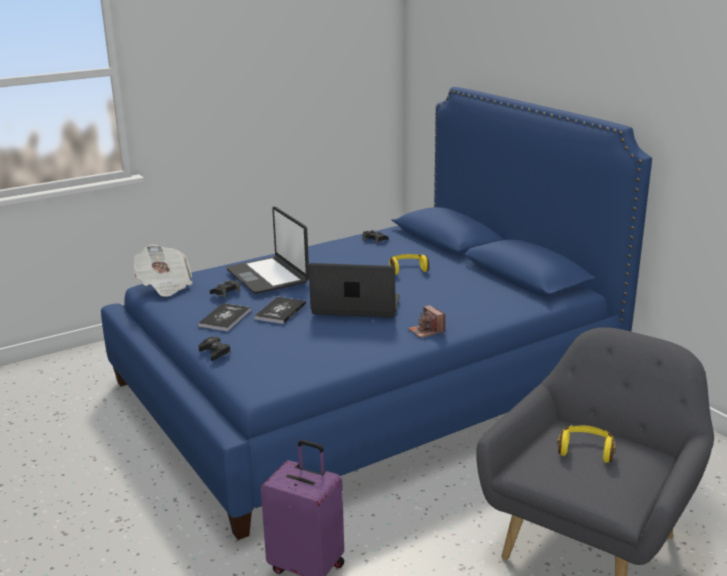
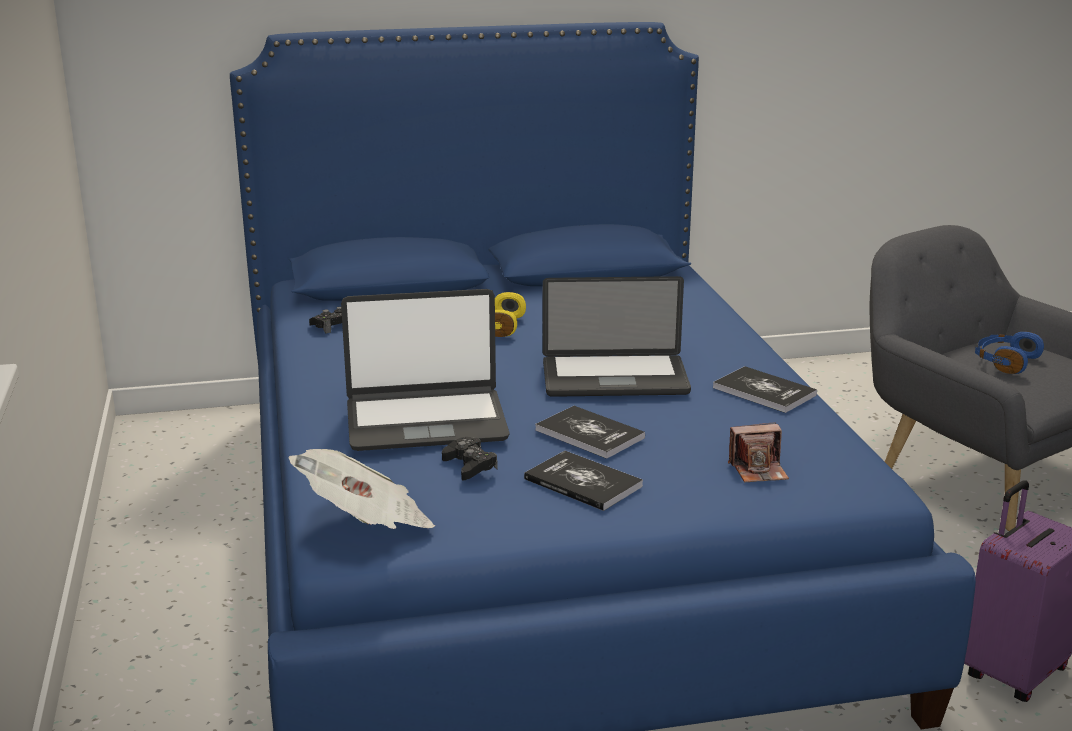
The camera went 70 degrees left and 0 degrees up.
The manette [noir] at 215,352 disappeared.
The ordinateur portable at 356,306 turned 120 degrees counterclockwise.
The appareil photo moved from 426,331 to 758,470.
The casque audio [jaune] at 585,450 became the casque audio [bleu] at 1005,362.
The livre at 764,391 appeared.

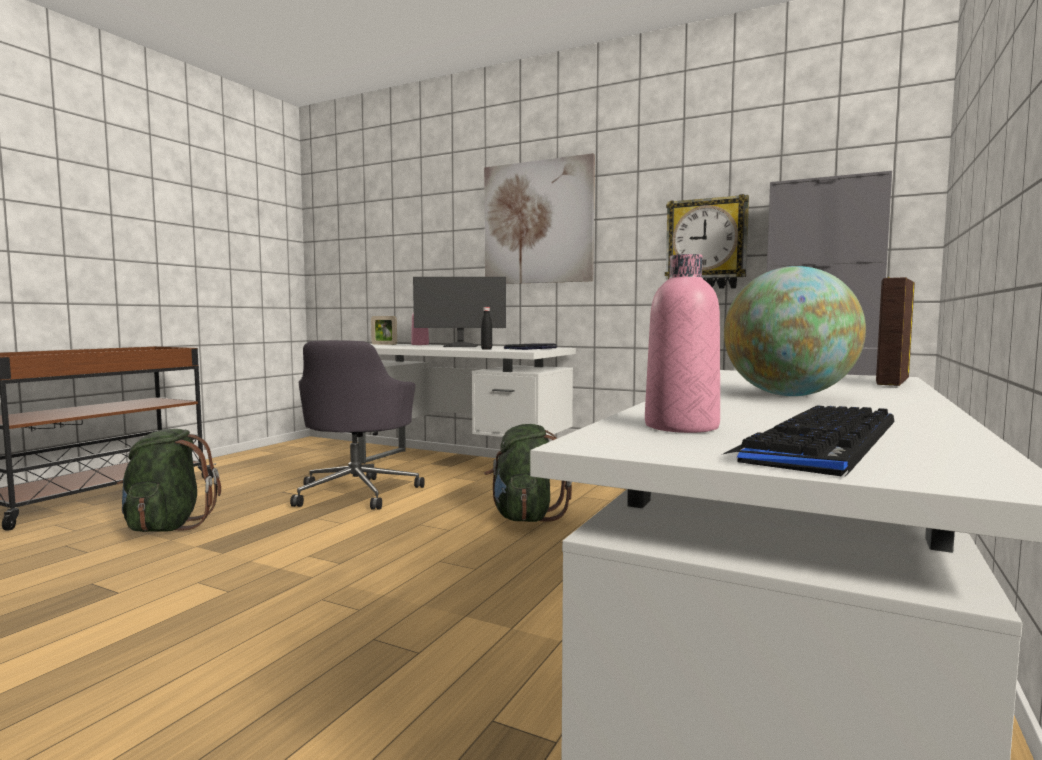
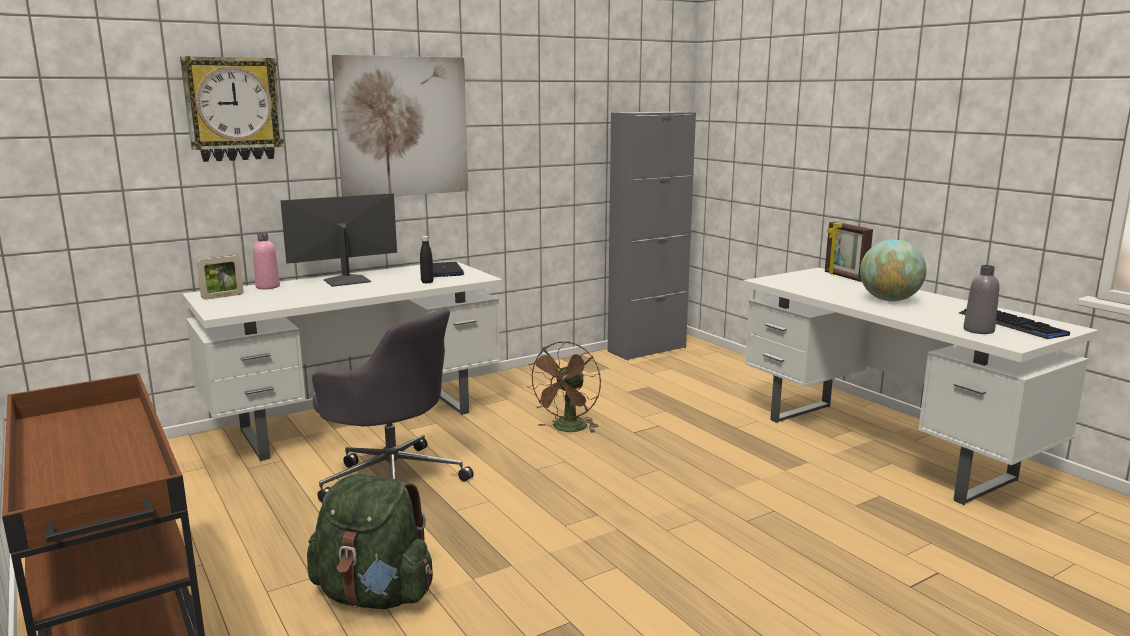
The camera went 60 degrees left and 10 degrees up.
The écran d'ordinateur at 461,346 turned 150 degrees counterclockwise.
The sac à dos [vert] at 524,517 was replaced by the ventilateur [marron] at 567,429.
The bouteille [rose] at 681,427 became the bouteille [gris] at 978,330.
The horloge murale moved from 706,244 to 233,109.

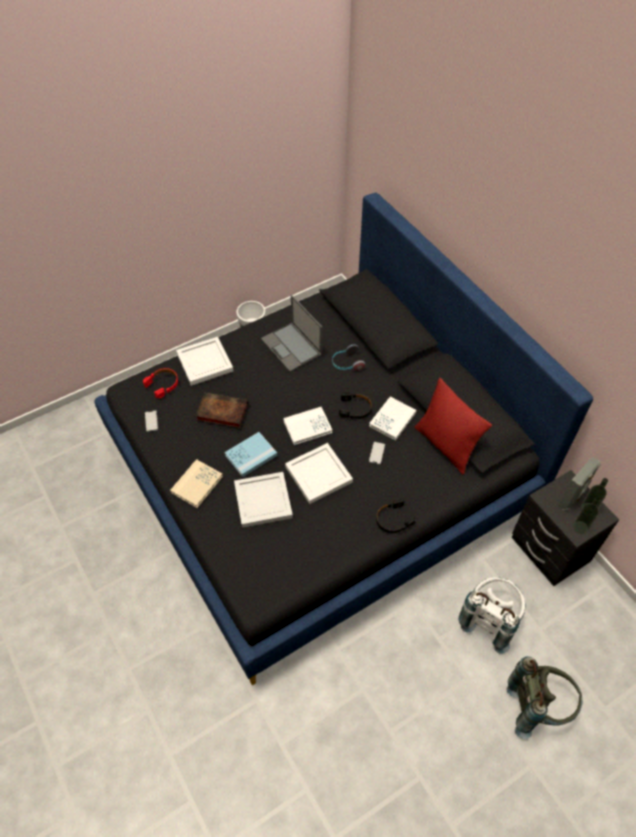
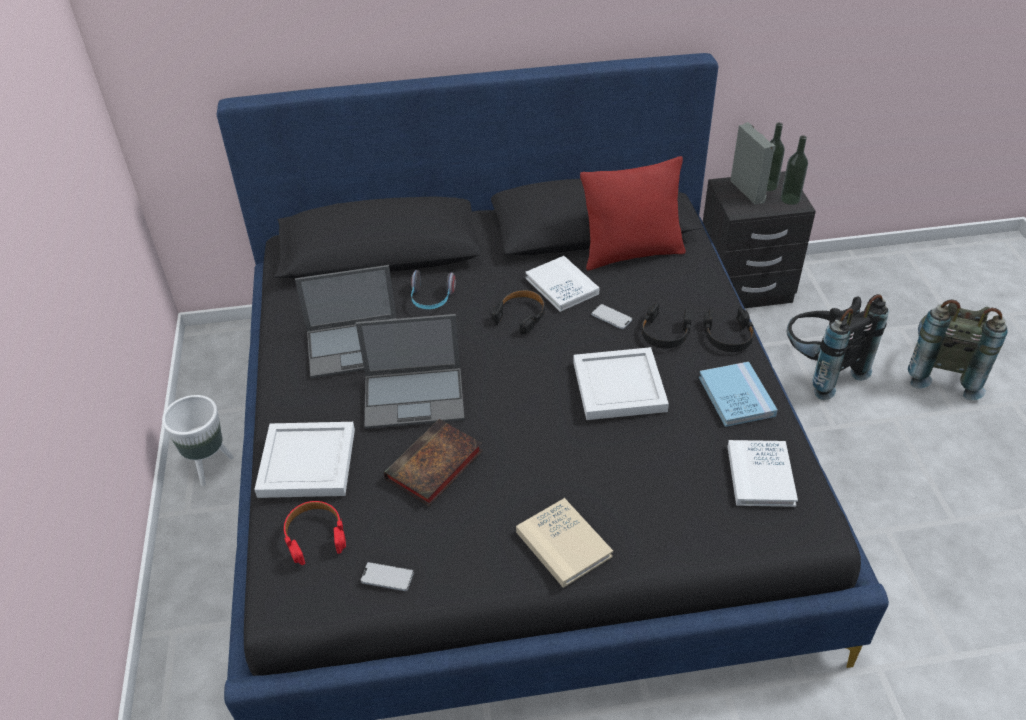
The camera went 65 degrees left and 10 degrees down.
The livre [bleu] moved from 251,455 to 736,396.
The plateau [blanc] at 262,501 disappeared.
The livre [blanc] moved from 307,427 to 760,475.
The sac à dos [blanc] at 489,619 became the sac à dos [noir] at 819,371.
The ordinateur portable at 415,397 appeared.
The casque audio [noir] at 664,333 appeared.

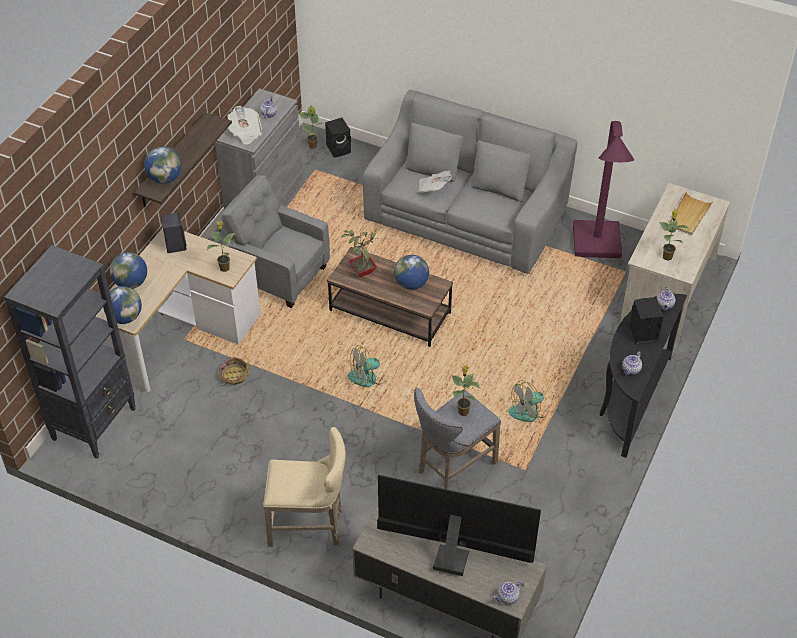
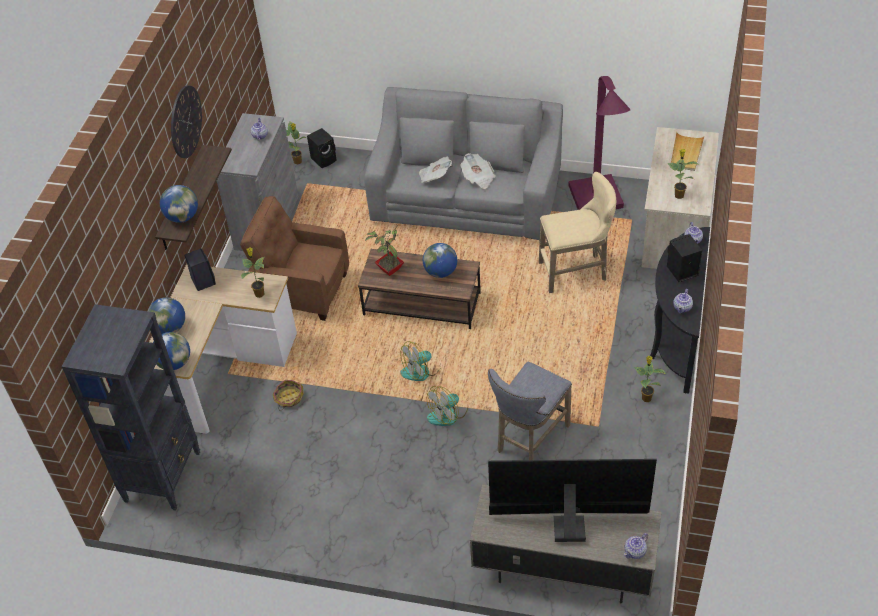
The camera went 10 degrees left and 0 degrees up.
The fauteuil [gris] at 278,274 became the fauteuil [marron] at 302,291.
The journal moved from 245,132 to 478,178.
The tabouret [beige] moved from 310,526 to 576,272.
The plante en pot moved from 463,411 to 646,397.
The ventilateur moved from 529,411 to 448,414.
The horloge murale at 185,121 appeared.

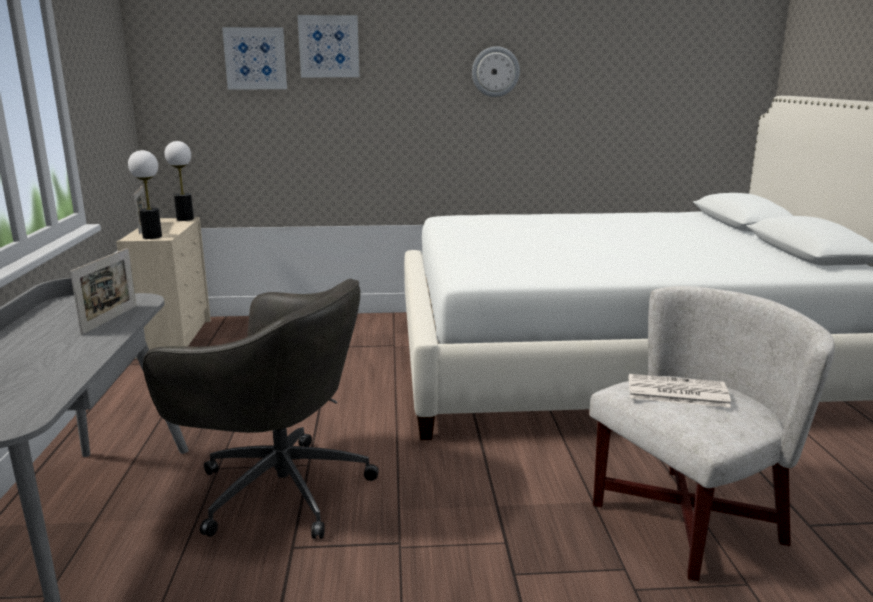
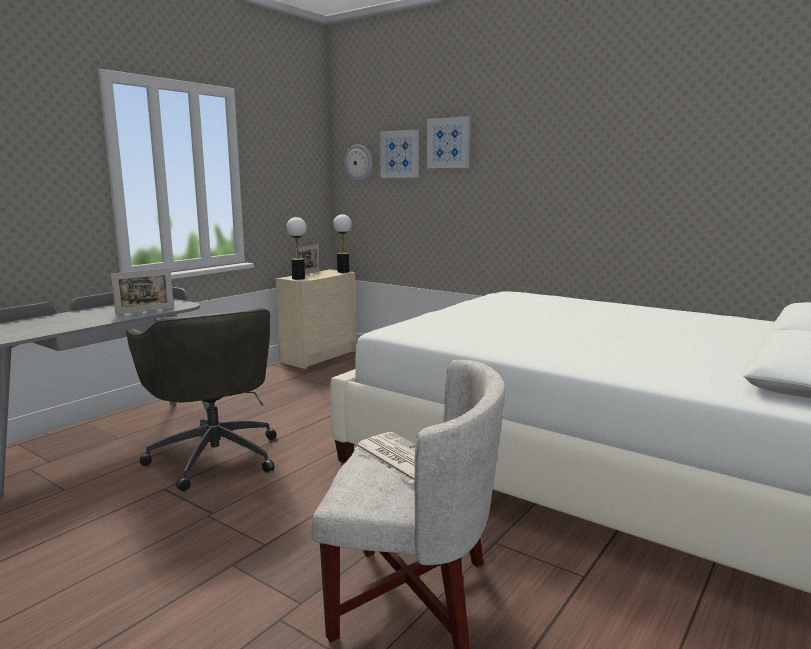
The camera went 40 degrees right and 5 degrees down.
The horloge murale moved from 495,71 to 358,163.

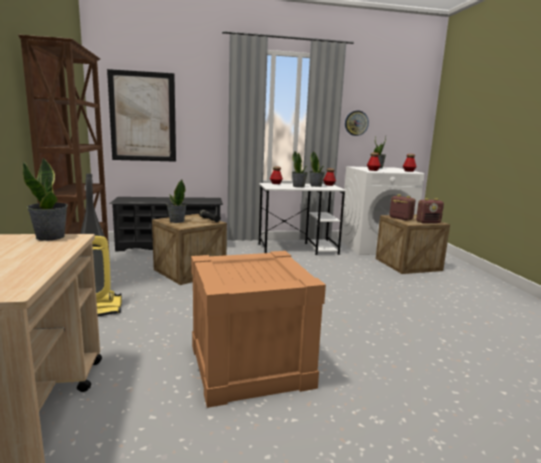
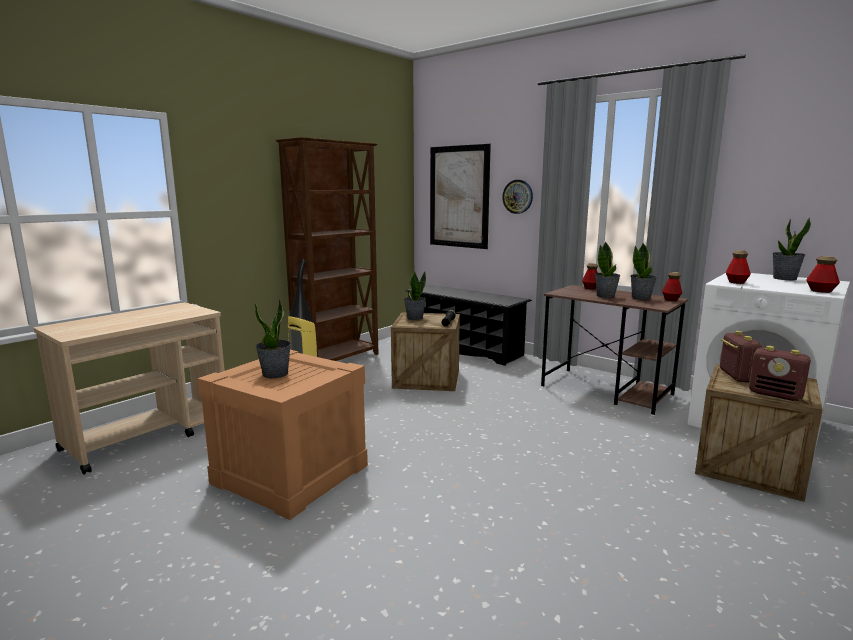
The camera went 50 degrees right and 0 degrees up.
The plante en pot moved from 51,237 to 275,374.
The bureau [blanc] at 298,249 became the bureau [marron] at 607,390.
The horloge murale moved from 356,123 to 518,196.

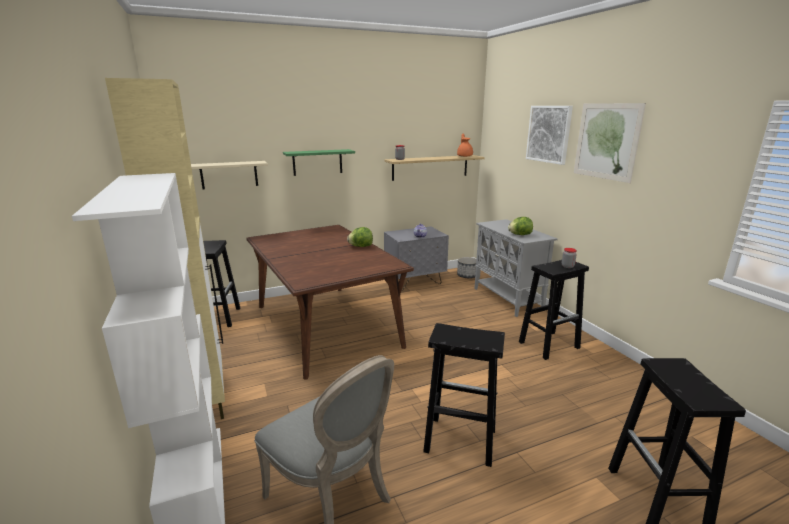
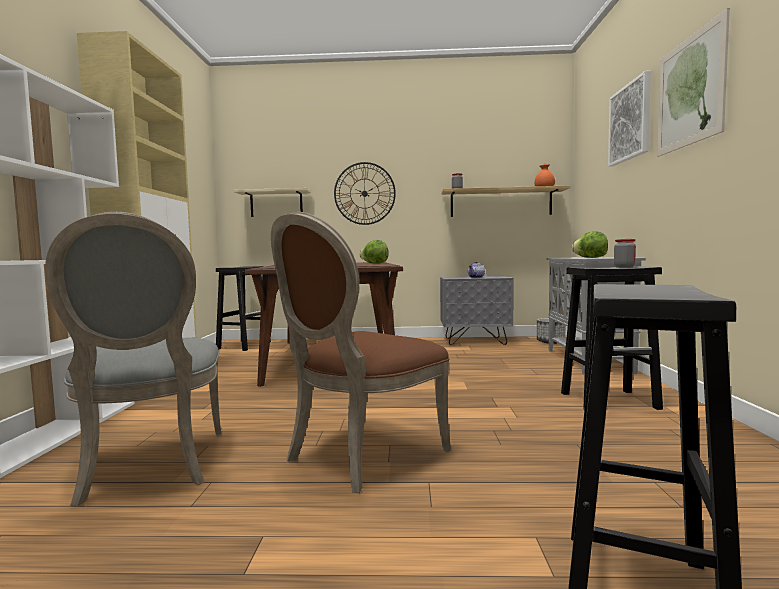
The camera went 25 degrees right and 15 degrees down.
The étagère [vert] at 317,162 was replaced by the horloge murale at 364,193.
The tabouret [noir] at 459,440 was replaced by the chaise [marron] at 360,455.

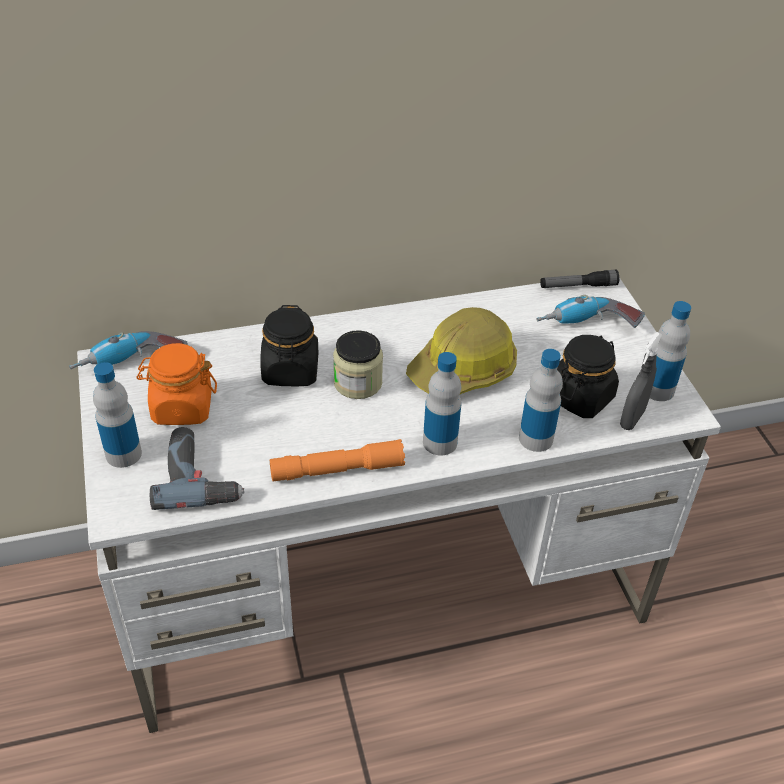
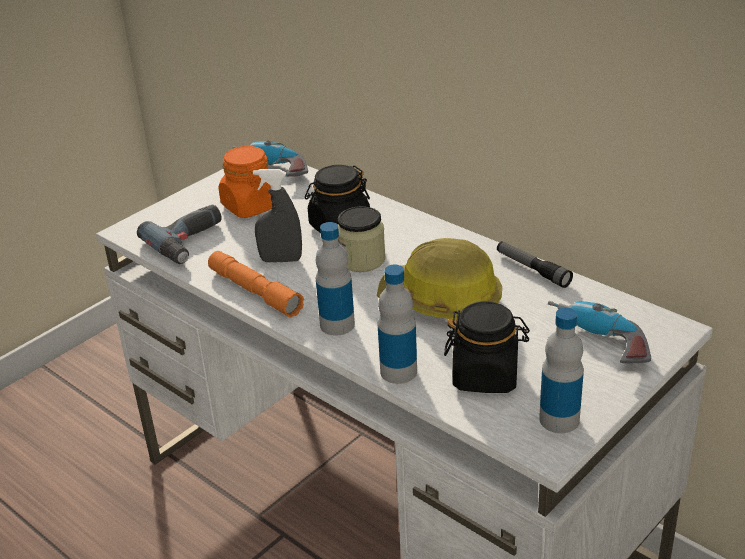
The camera went 60 degrees right and 10 degrees down.
The bouteille at 123,454 disappeared.
The lampe de poche moved from 578,286 to 532,269.
The vaporisateur [gris] moved from 632,419 to 281,260.

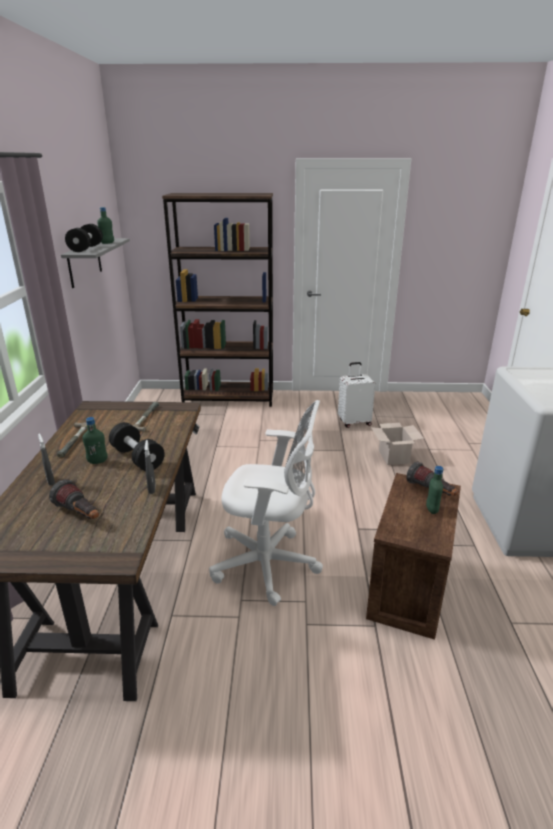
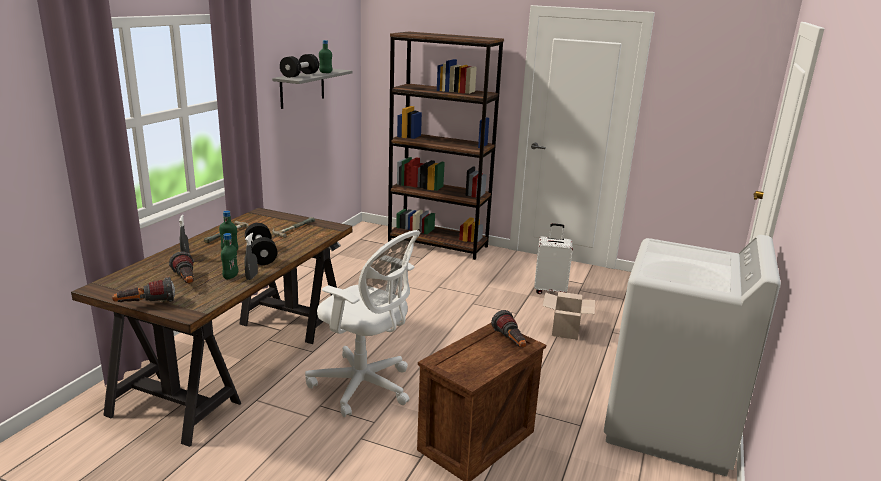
The camera went 20 degrees right and 5 degrees down.
The bouteille [vert] moved from 432,509 to 230,276.
The lampe de poche at 145,305 appeared.

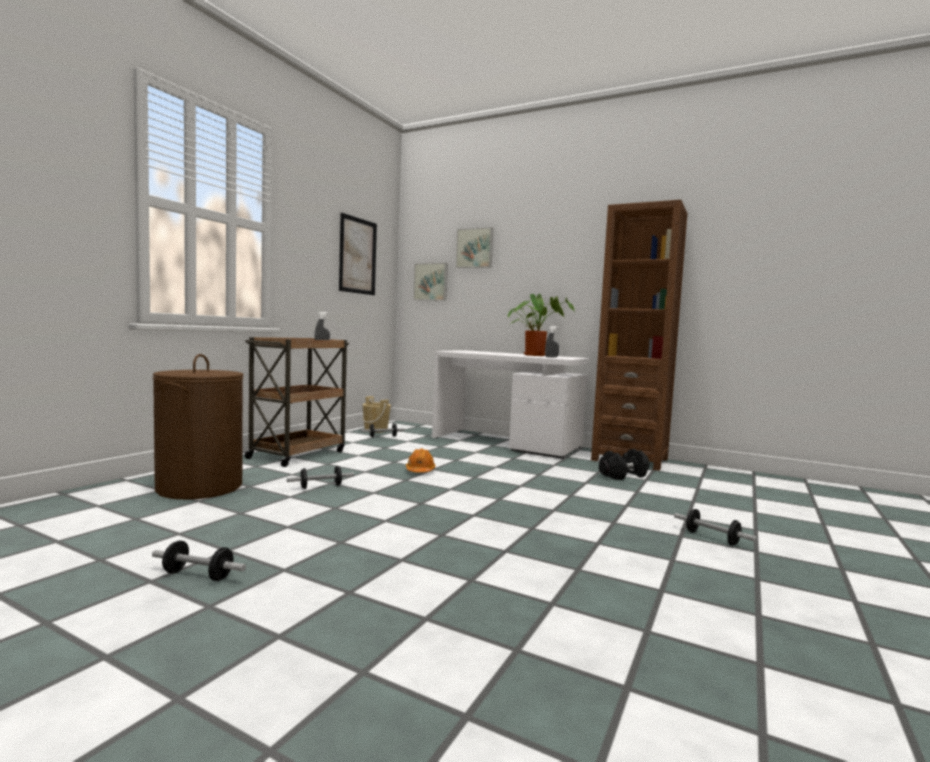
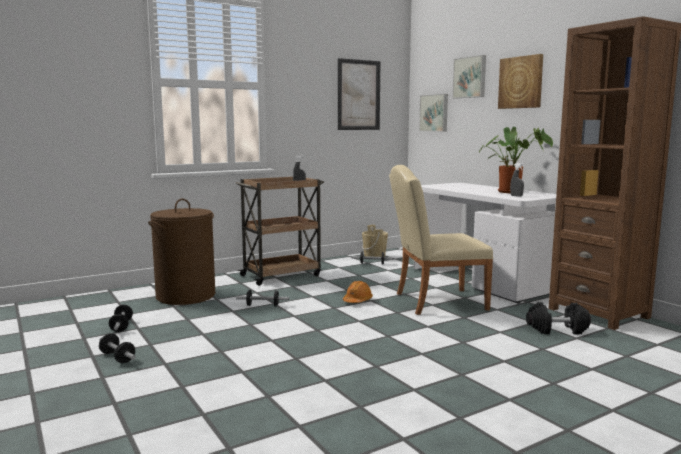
The camera went 30 degrees right and 5 degrees up.
The haltère moved from 712,538 to 121,326.
The chaise [beige] at 434,301 appeared.
The tableau at 521,82 appeared.

